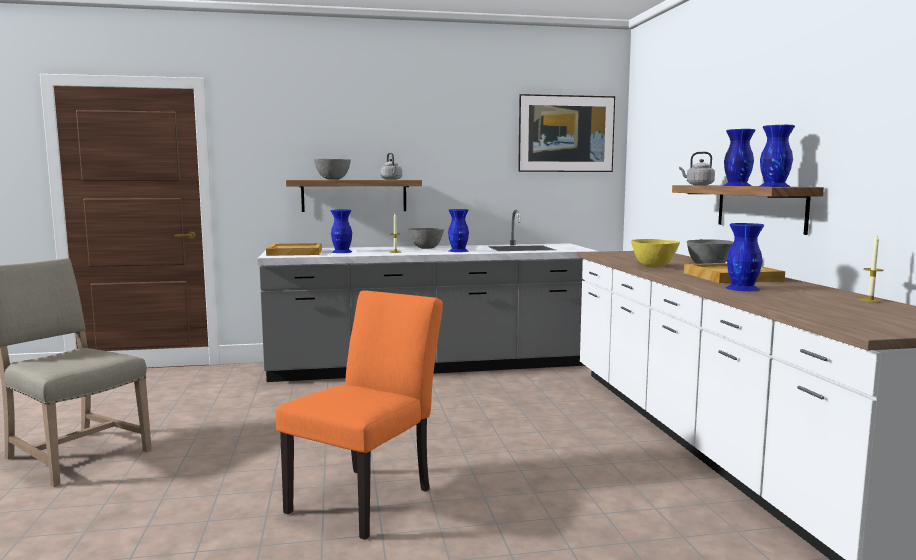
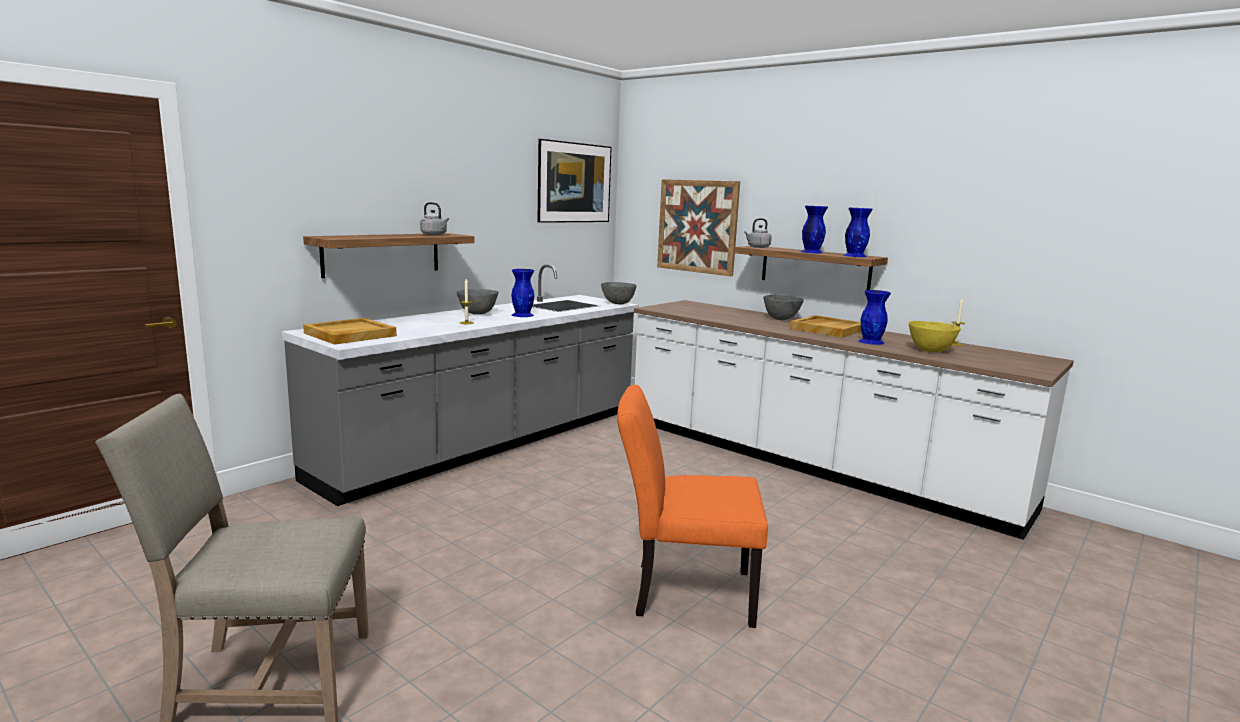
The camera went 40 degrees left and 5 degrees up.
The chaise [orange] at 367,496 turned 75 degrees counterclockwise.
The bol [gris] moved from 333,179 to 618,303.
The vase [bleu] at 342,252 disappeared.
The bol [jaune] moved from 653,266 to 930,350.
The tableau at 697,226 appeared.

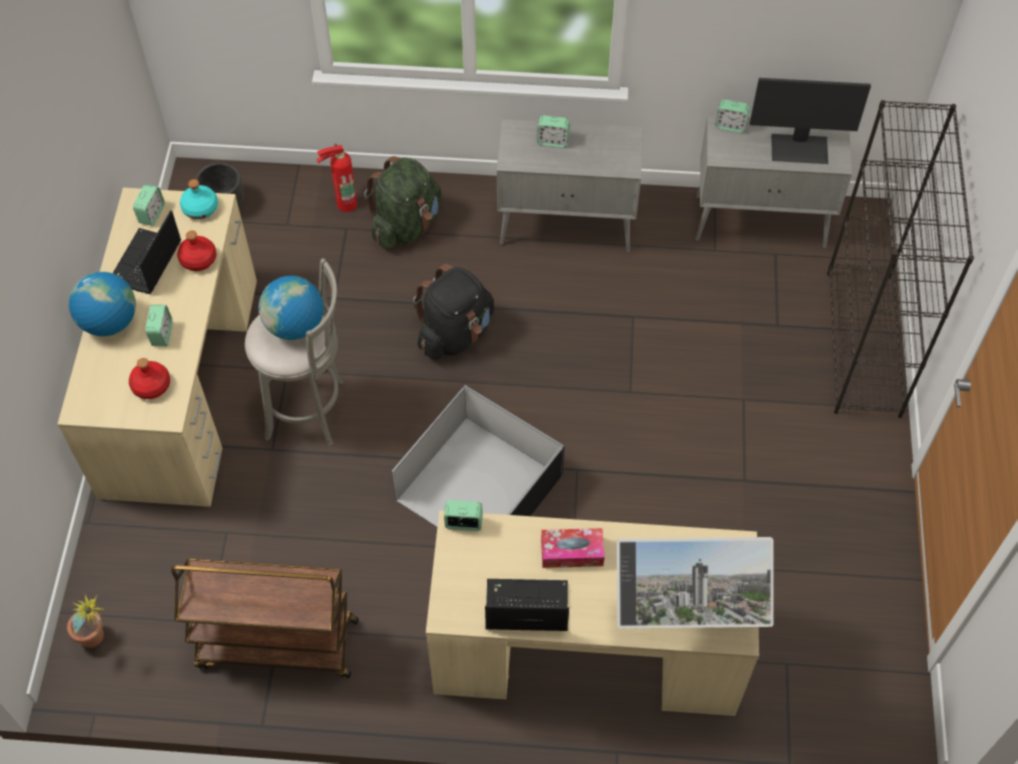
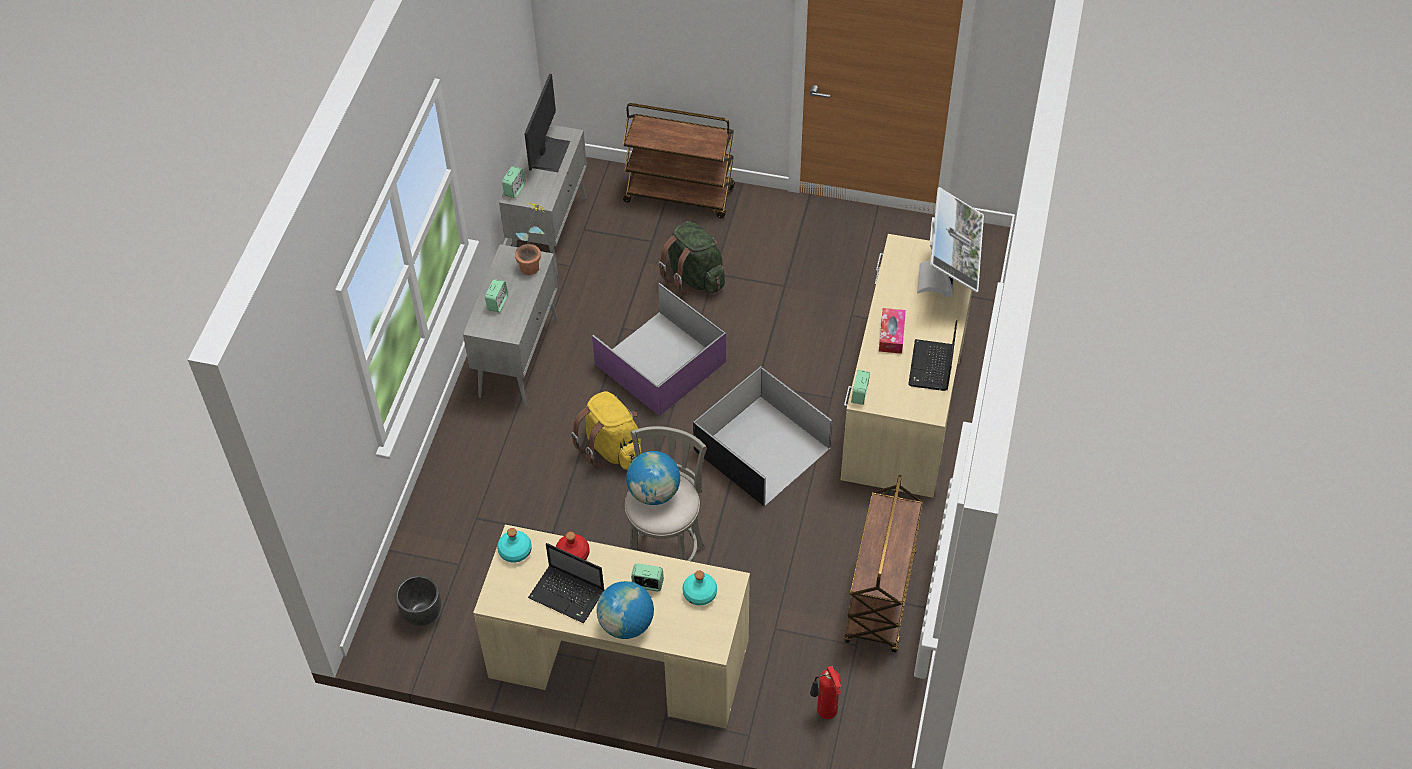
The camera went 80 degrees left and 5 degrees down.
The plante en pot moved from 97,640 to 534,264.
The bouteille [rouge] at 151,385 became the bouteille [turquoise] at 699,594.
The réveil at 152,214 disappeared.
The extincteur moved from 344,203 to 825,712.
The sac à dos [vert] moved from 406,225 to 694,277.
The sac à dos [noir] at 455,334 became the sac à dos [jaune] at 612,448.
The bibliothèque [noir] at 864,344 was replaced by the chariot [marron] at 680,195.
The boîte de rangement [violet] at 661,362 appeared.

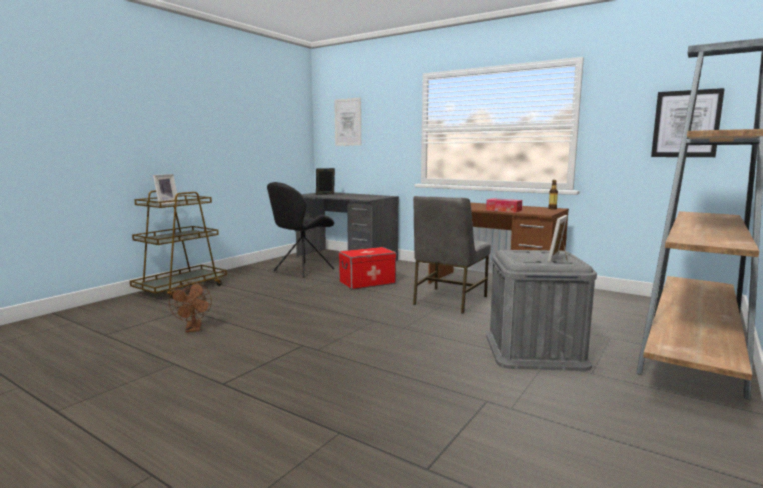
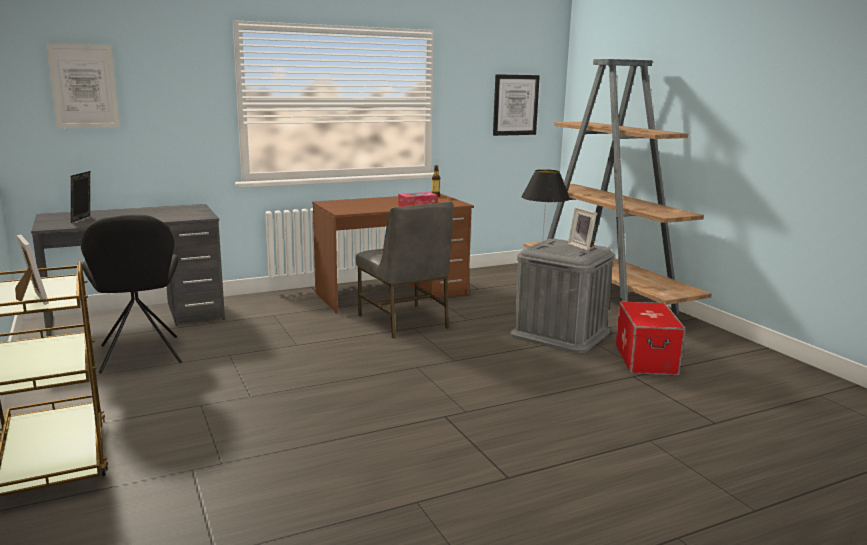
The camera went 60 degrees left and 5 degrees up.
The ventilateur [marron] at 193,329 disappeared.
The boîte de rangement moved from 367,282 to 645,359.
The lampe de table [noir] at 542,246 appeared.

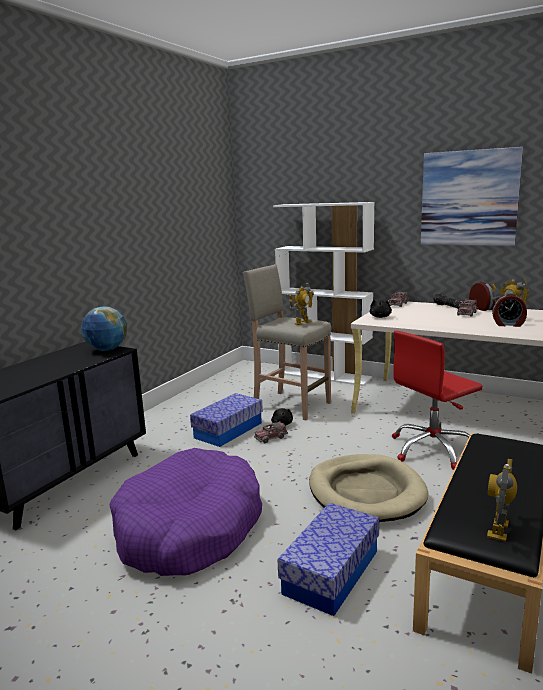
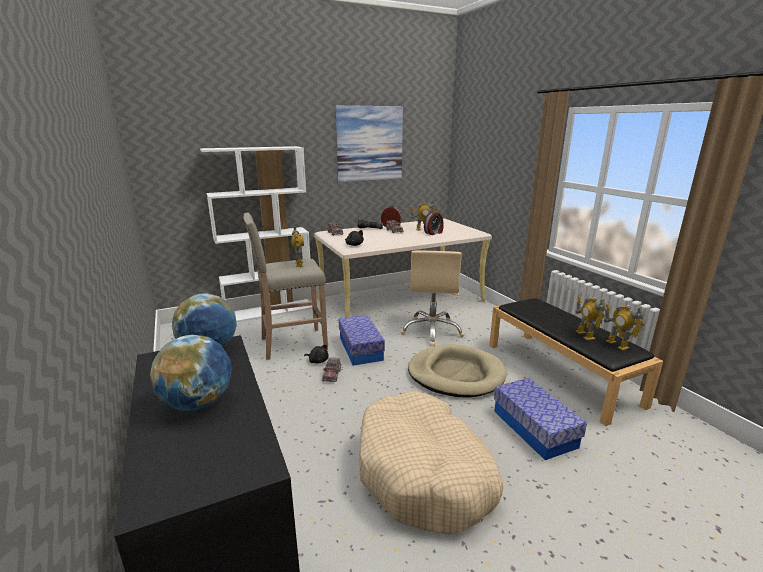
The camera went 55 degrees left and 5 degrees up.
The panier pour chien [violet] at 189,528 became the panier pour chien [beige] at 424,472.
The boîte de rangement moved from 228,430 to 360,349.
The chaise de bureau [rouge] at 432,449 became the chaise de bureau [beige] at 432,331.
The globe at 198,403 appeared.
The robot jouet at 585,335 appeared.

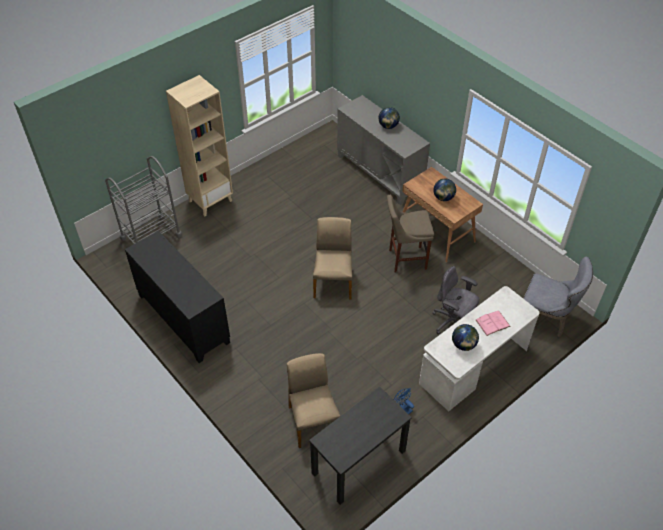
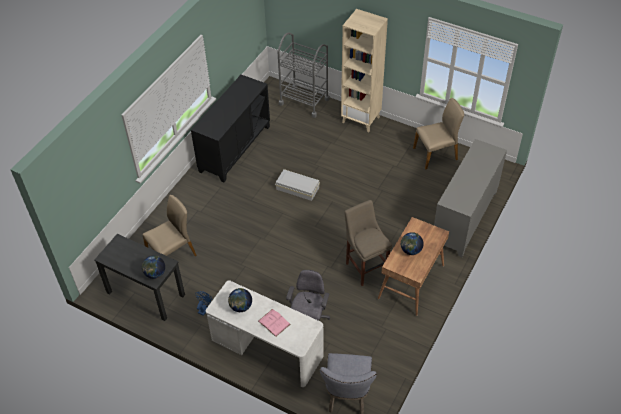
The camera went 70 degrees right and 0 degrees up.
The chaise [beige] moved from 333,281 to 436,154.
The globe moved from 388,126 to 155,274.
The boîte de rangement [blanc] at 298,189 appeared.

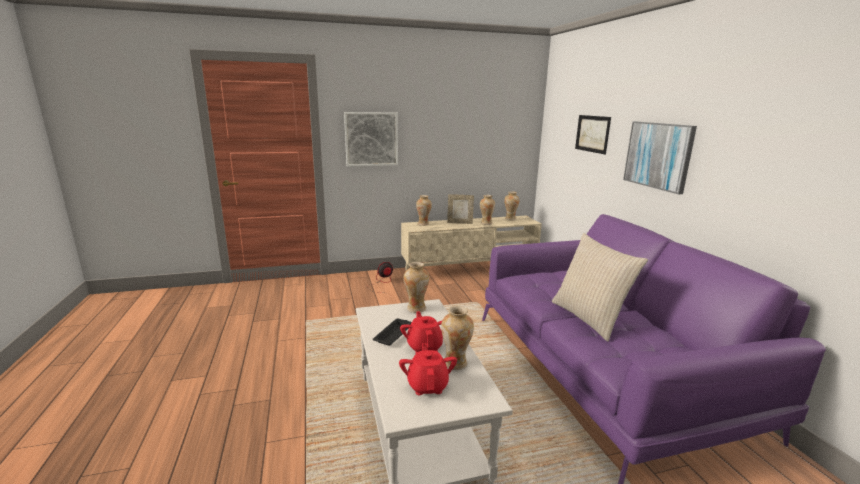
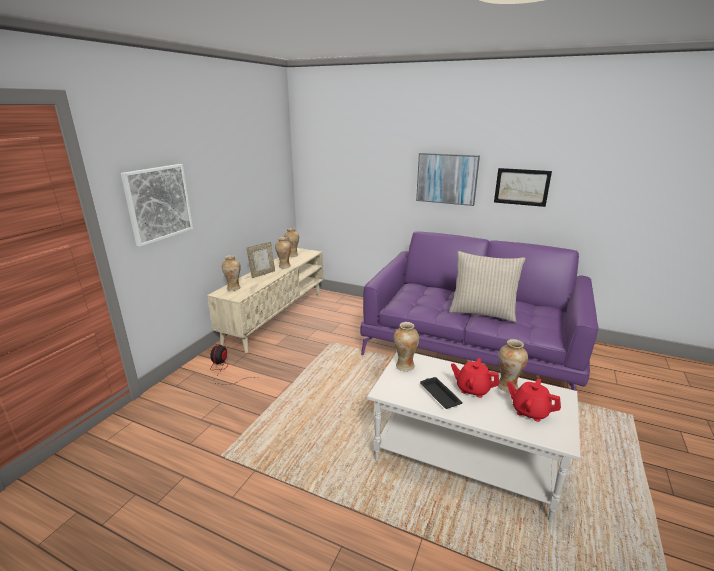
The camera went 50 degrees left and 5 degrees up.
The tableau moved from 592,133 to 521,187.

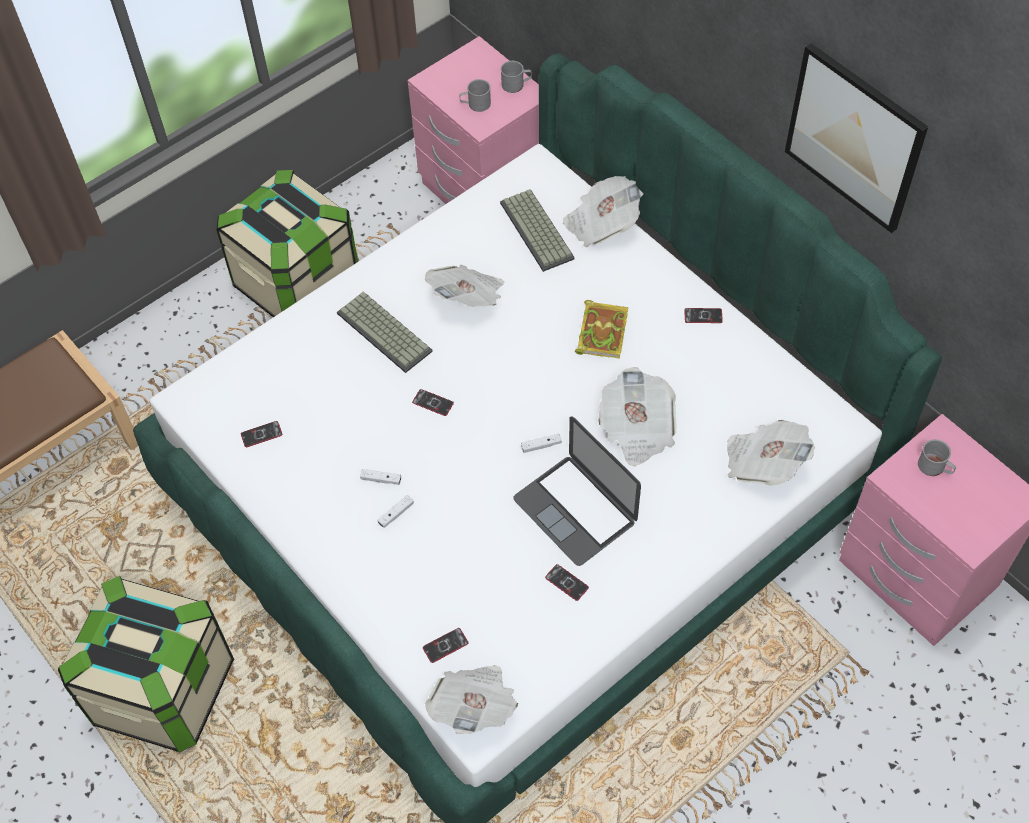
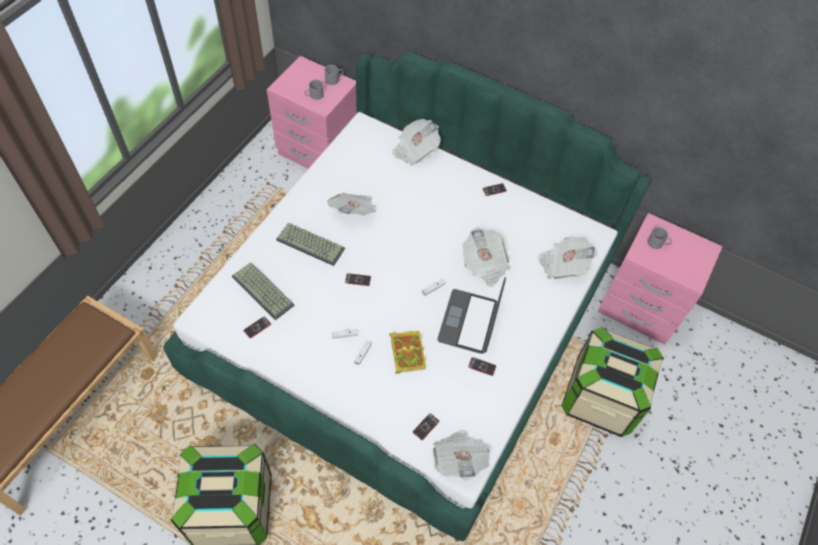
The camera went 25 degrees left and 0 degrees up.
The boîte de rangement moved from 297,283 to 601,398.
The clavier moved from 538,231 to 264,290.
The ordinateur portable at 575,510 turned 75 degrees clockwise.
The livre moved from 601,331 to 406,352.
The tableau at 854,138 disappeared.

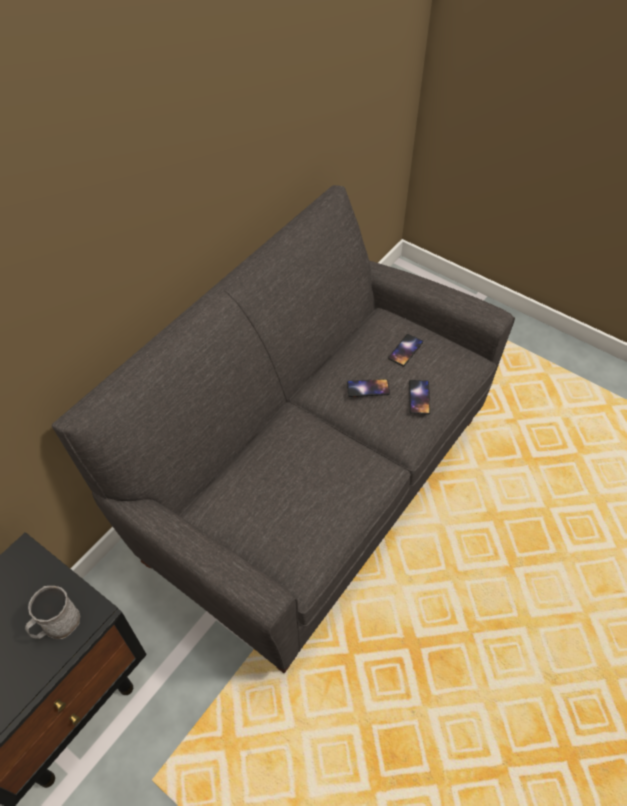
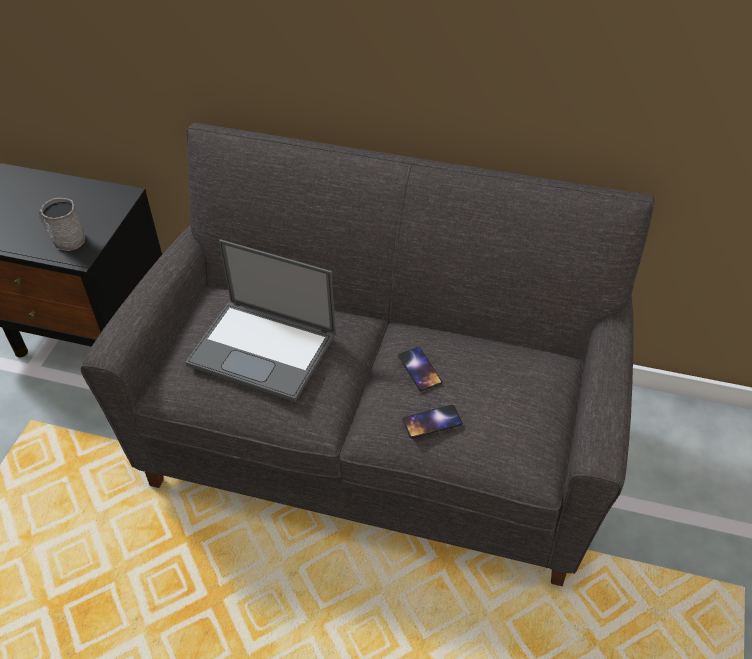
The camera went 70 degrees right and 5 degrees down.
The téléphone at 405,350 disappeared.
The ordinateur portable at 264,349 appeared.

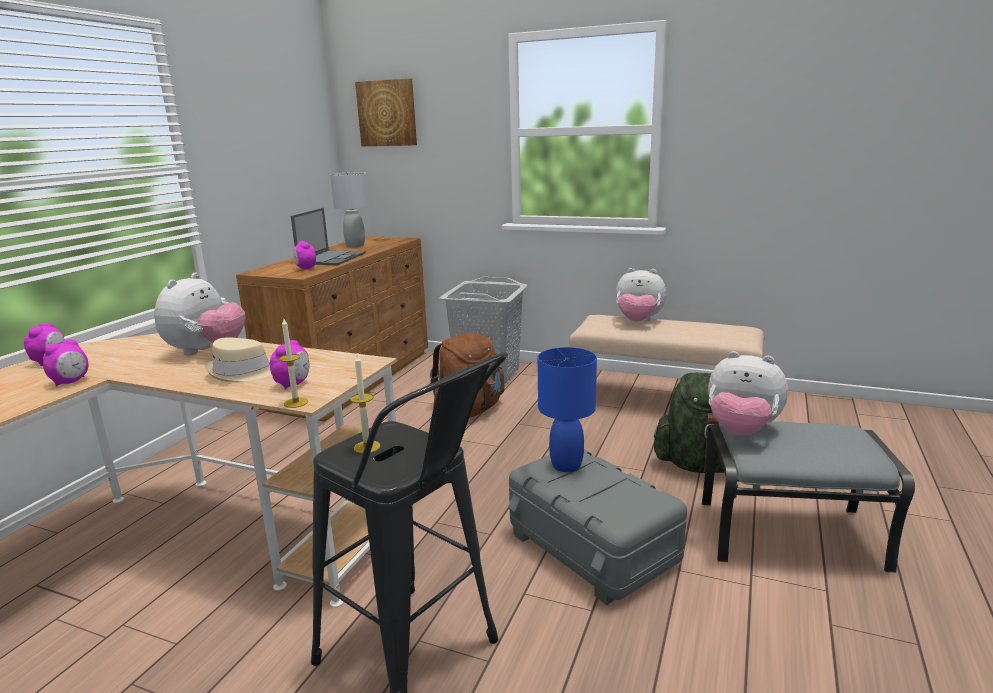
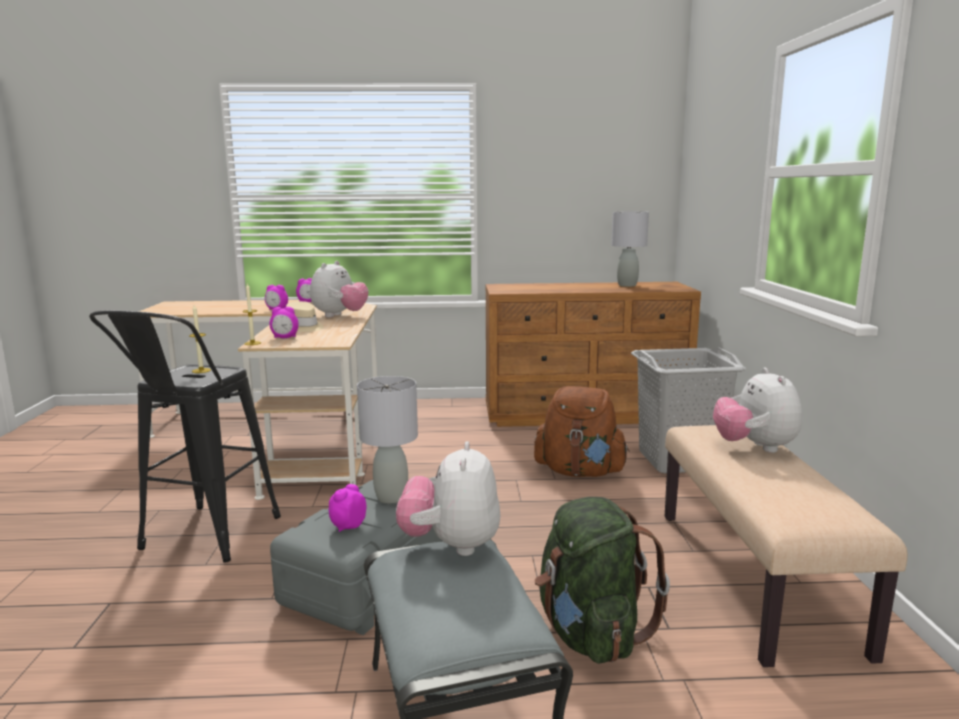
The camera went 65 degrees right and 5 degrees down.
The peluche at 206,351 turned 60 degrees counterclockwise.
The ordinateur portable at 332,258 disappeared.
The réveil moved from 305,268 to 348,526.
The tableau at 387,113 disappeared.
The lampe de table [bleu] at 566,466 became the lampe de table [gris] at 390,497.

